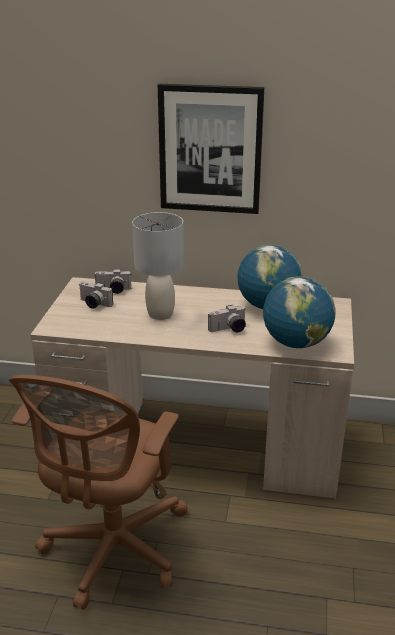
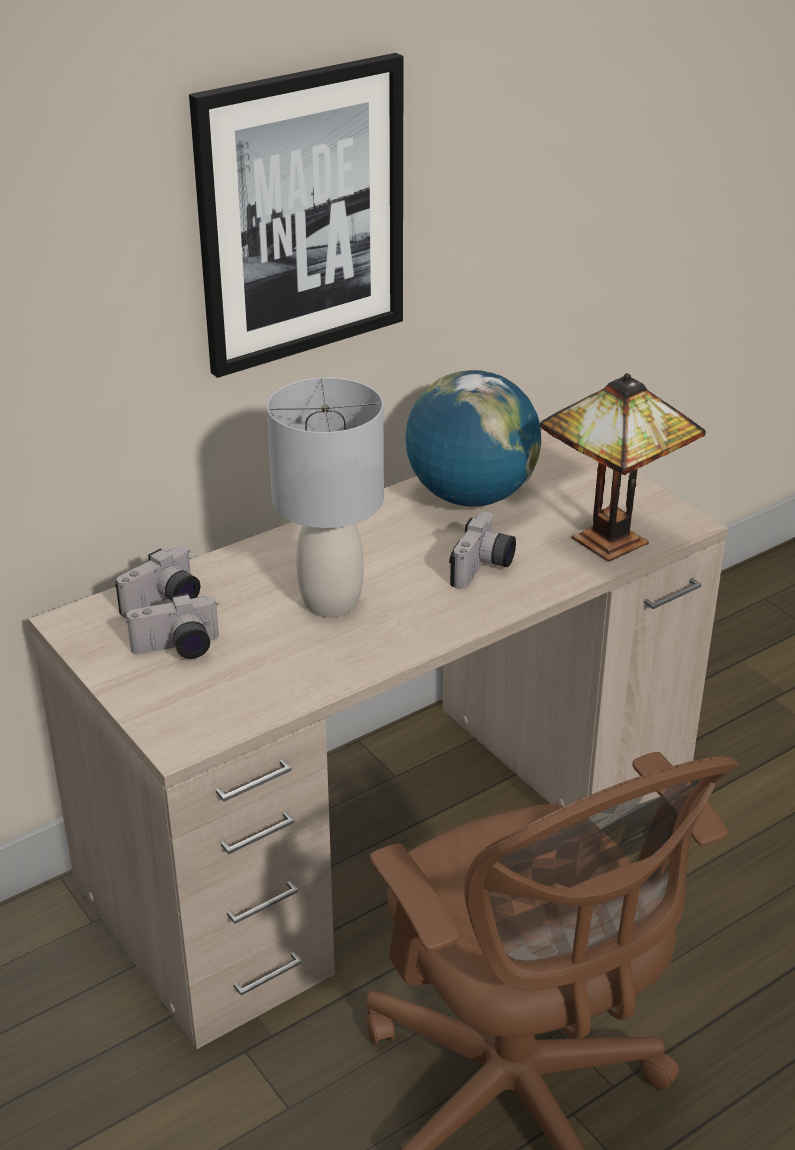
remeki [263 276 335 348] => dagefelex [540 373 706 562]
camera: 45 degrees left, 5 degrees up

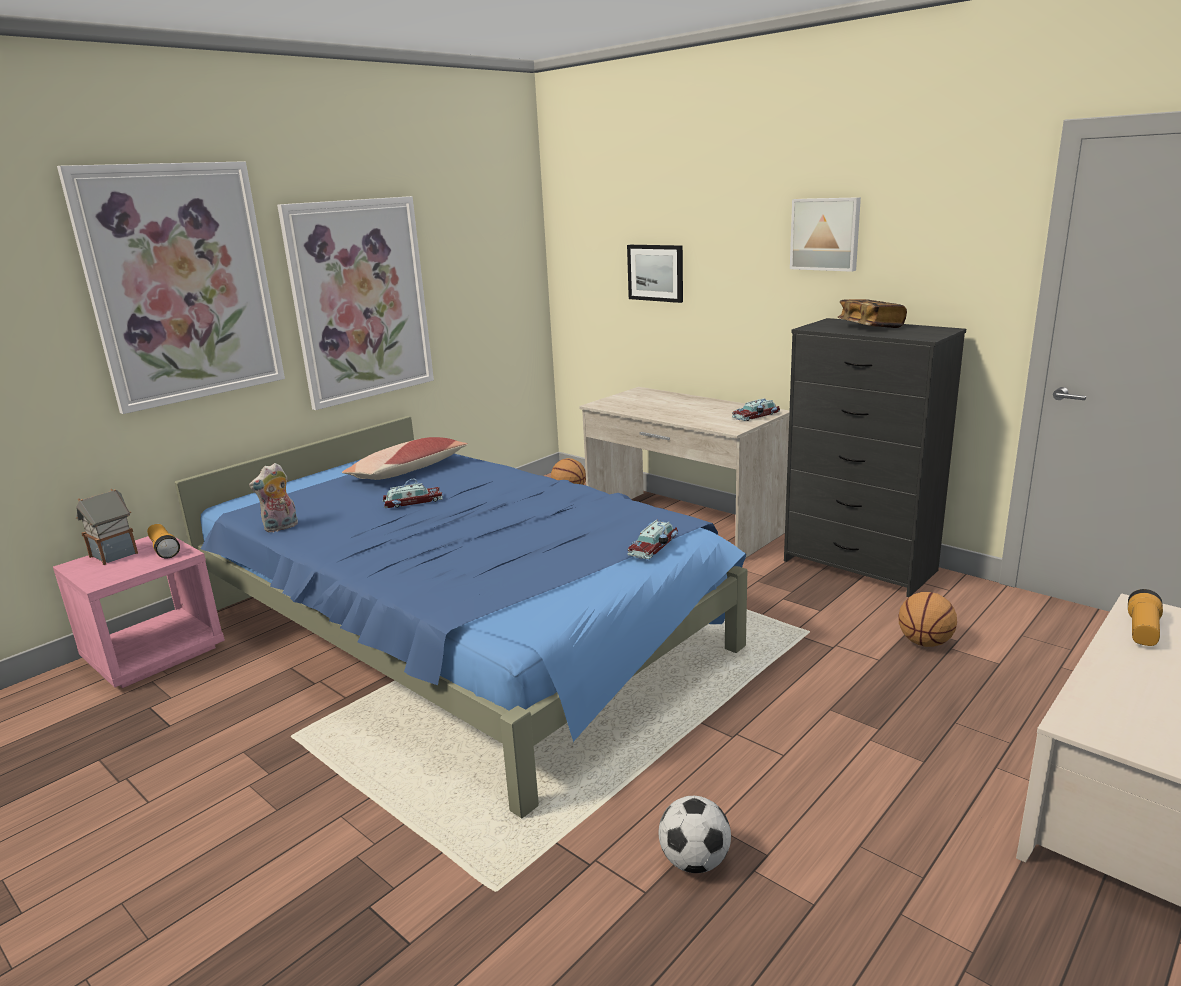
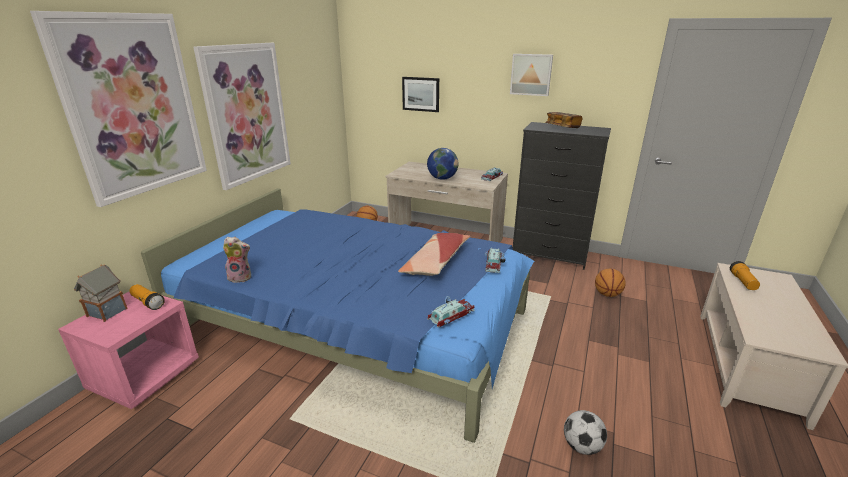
nothing => remeki [427 148 458 180]
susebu [342 437 468 480] => susebu [398 233 470 276], move
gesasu [383 478 443 508] => gesasu [427 296 475 328], move
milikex [249 463 298 532] => milikex [223 237 251 283], 120 degrees counterclockwise
camera: 20 degrees left, 5 degrees up

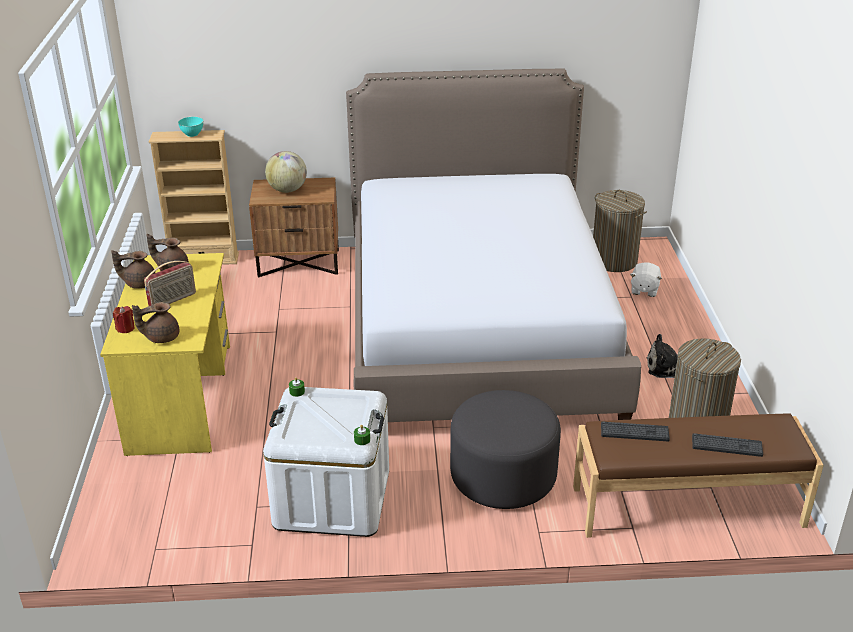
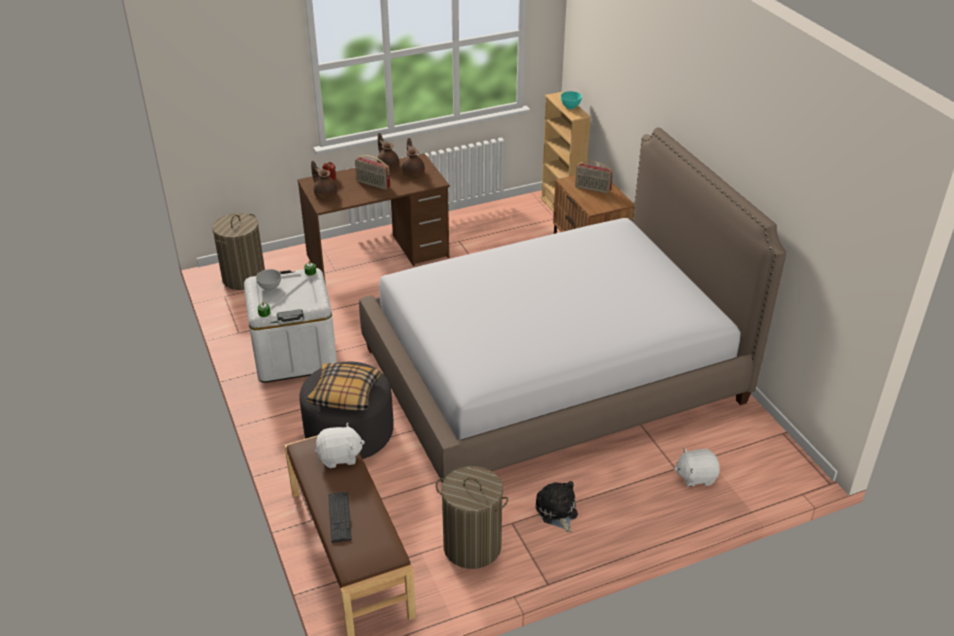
nothing => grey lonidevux [256 269 281 291]
nothing => susebu [307 363 381 410]
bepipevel [593 190 647 272] => bepipevel [212 213 265 290], move
remeki [265 151 307 193] => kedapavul [575 161 613 194]
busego [601 422 670 441] => white milikex [315 423 365 468]
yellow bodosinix [100 253 230 456] => brown bodosinix [297 153 450 284]
camera: 70 degrees right, 5 degrees up

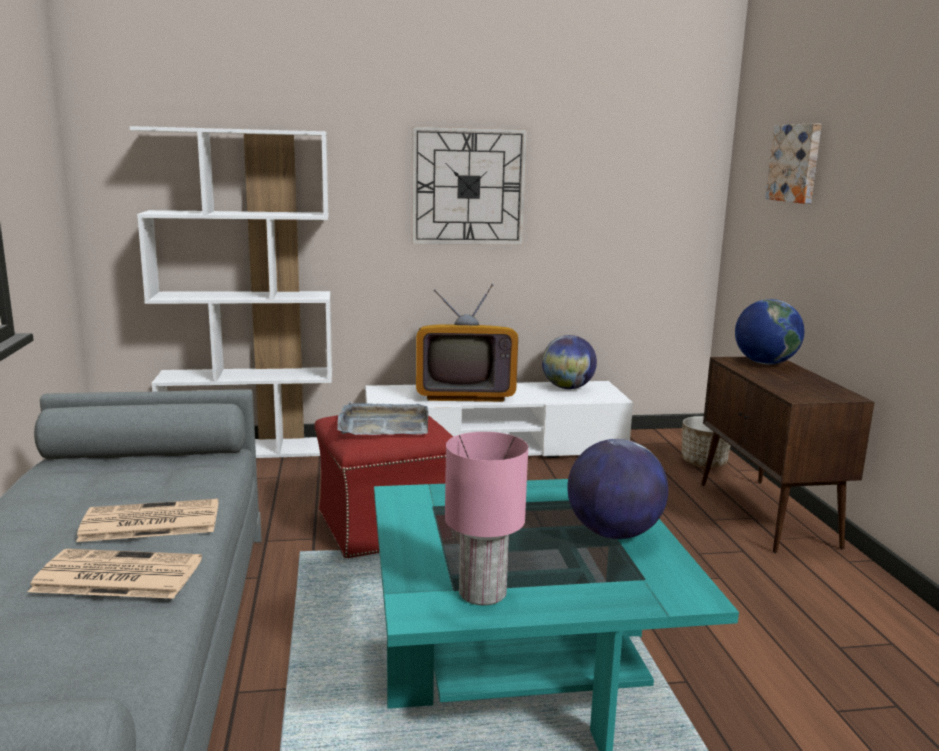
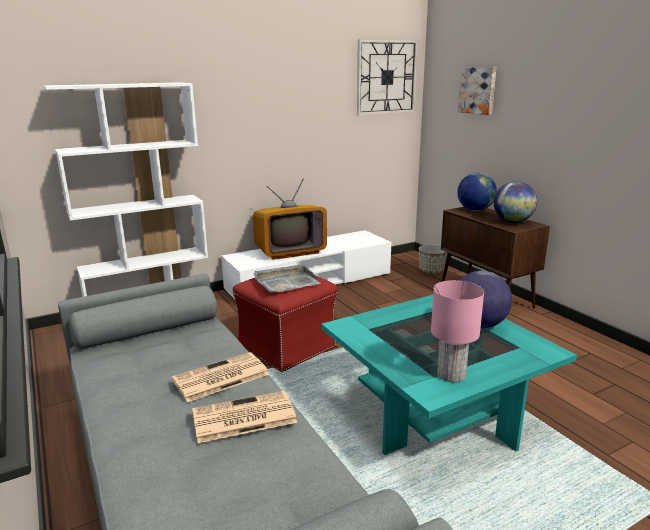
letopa [412 126 527 245] => letopa [357 39 418 115], move
remeki [542 335 597 389] => remeki [494 181 537 223], move
camera: 20 degrees left, 5 degrees up

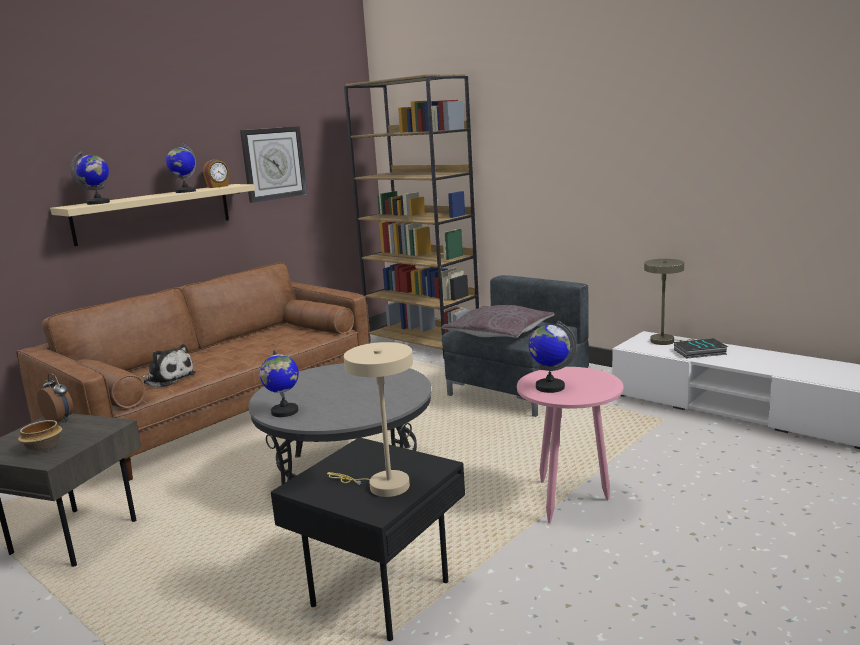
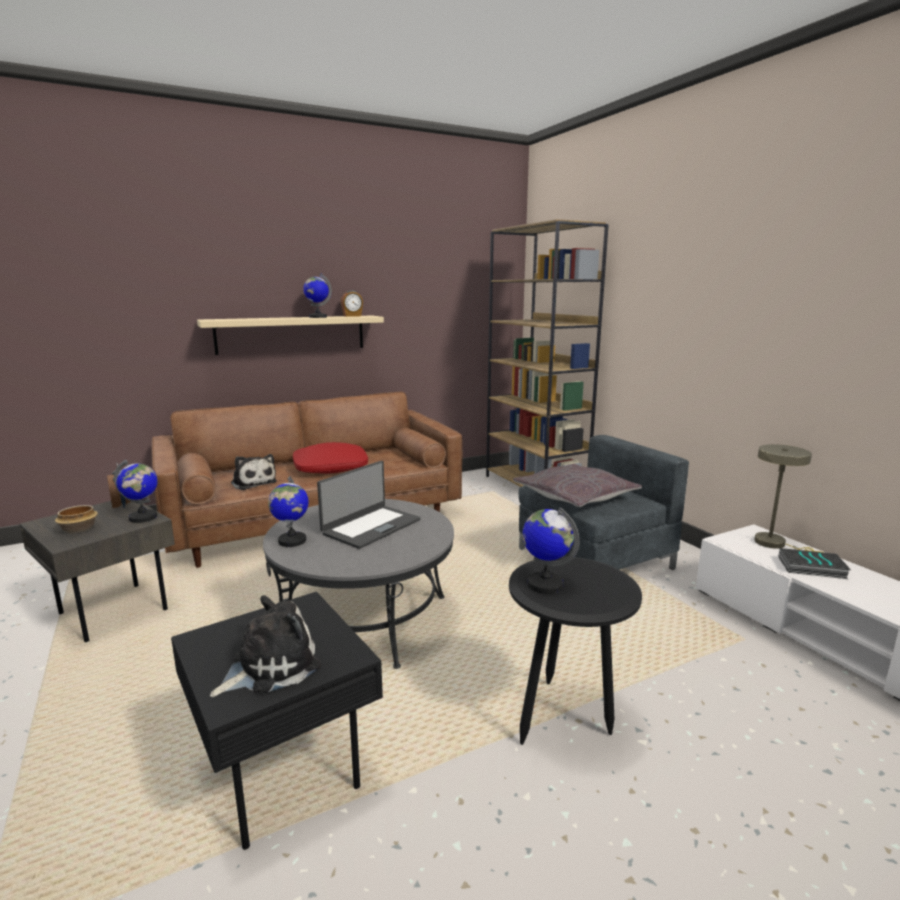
letopa [240 126 307 203] => nothing
nothing => red susebu [293 442 368 474]
nothing => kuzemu [317 461 421 549]
remeki [70 151 110 205] => remeki [114 459 158 523], move
beige dagefelex [327 342 413 497] => milikex [210 595 321 697]
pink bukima [517 367 623 523] => black bukima [509 557 642 745]
camera: 20 degrees right, 0 degrees up

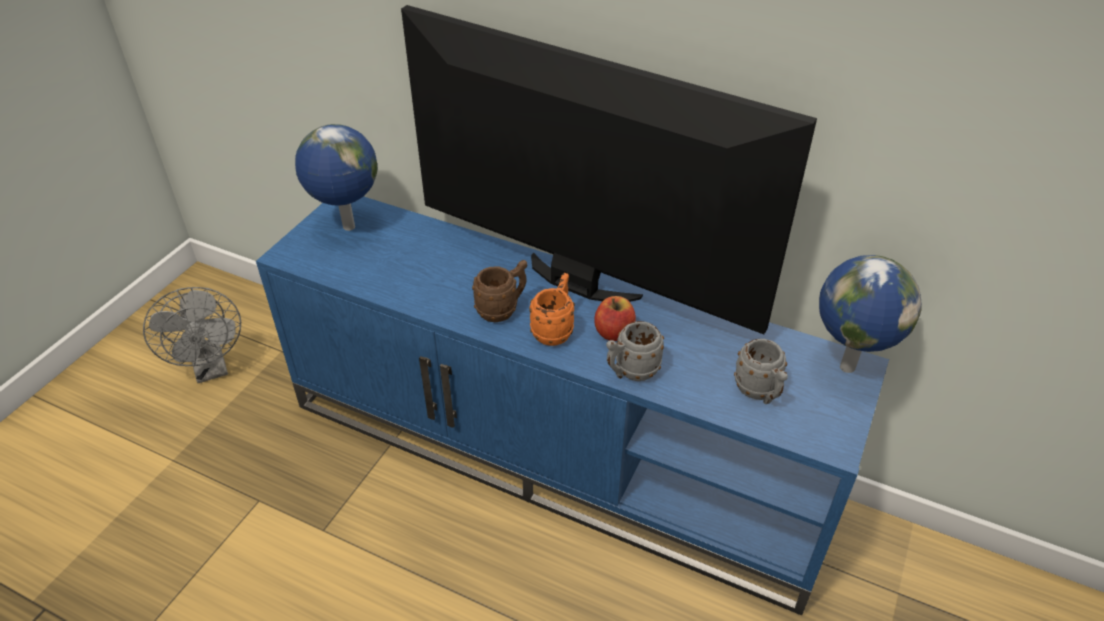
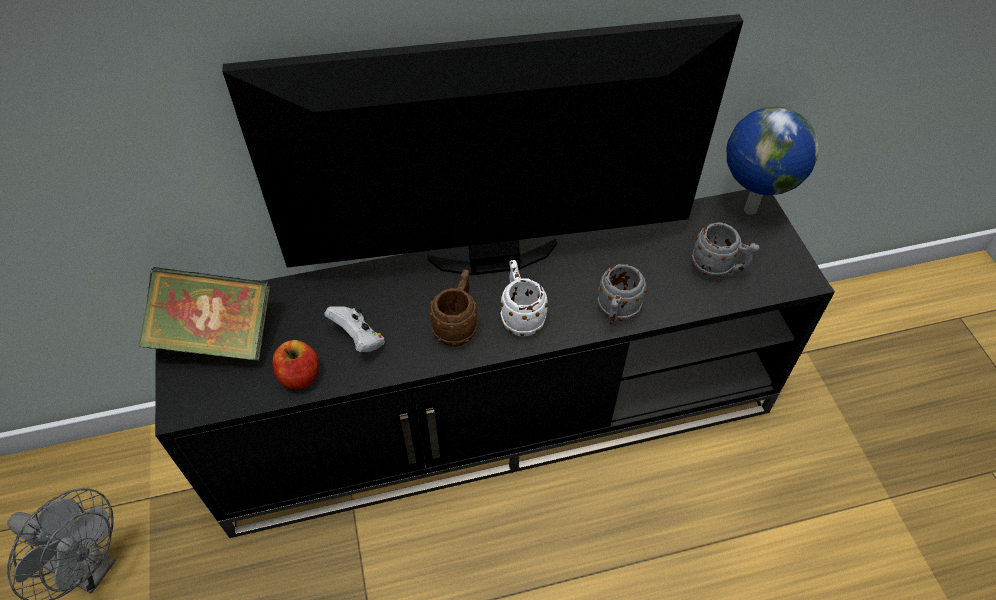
nothing => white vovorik [324 306 385 352]
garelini [594 296 636 341] => garelini [272 340 319 389], move
remeki [295 124 378 231] => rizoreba [139 267 270 361]
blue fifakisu [256 196 889 615] => black fifakisu [155 190 835 538]
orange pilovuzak [530 273 575 346] => white pilovuzak [501 260 548 336]
camera: 40 degrees left, 10 degrees up

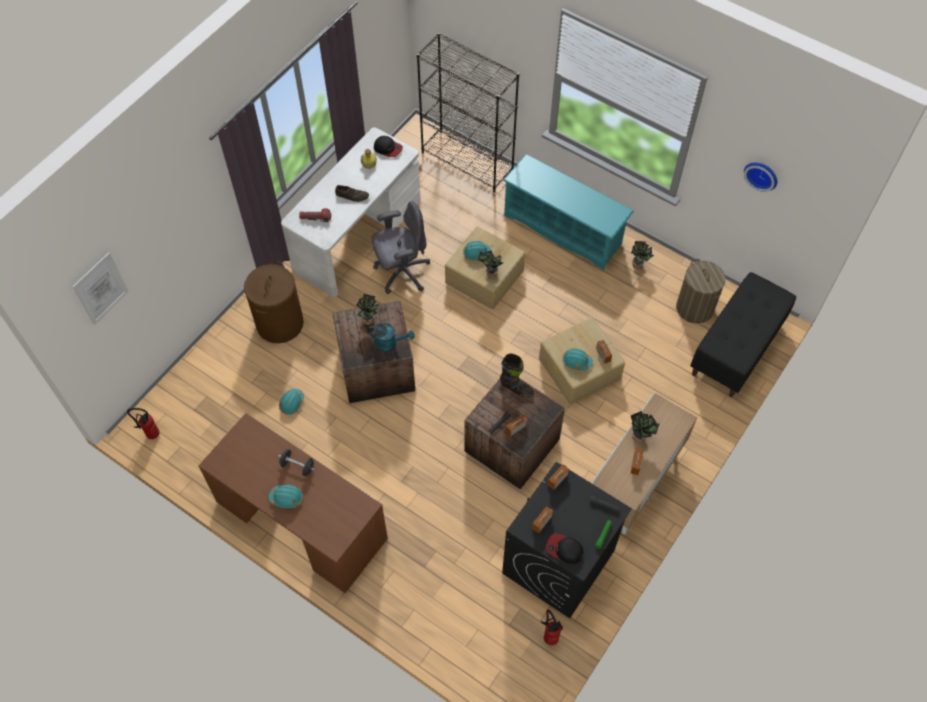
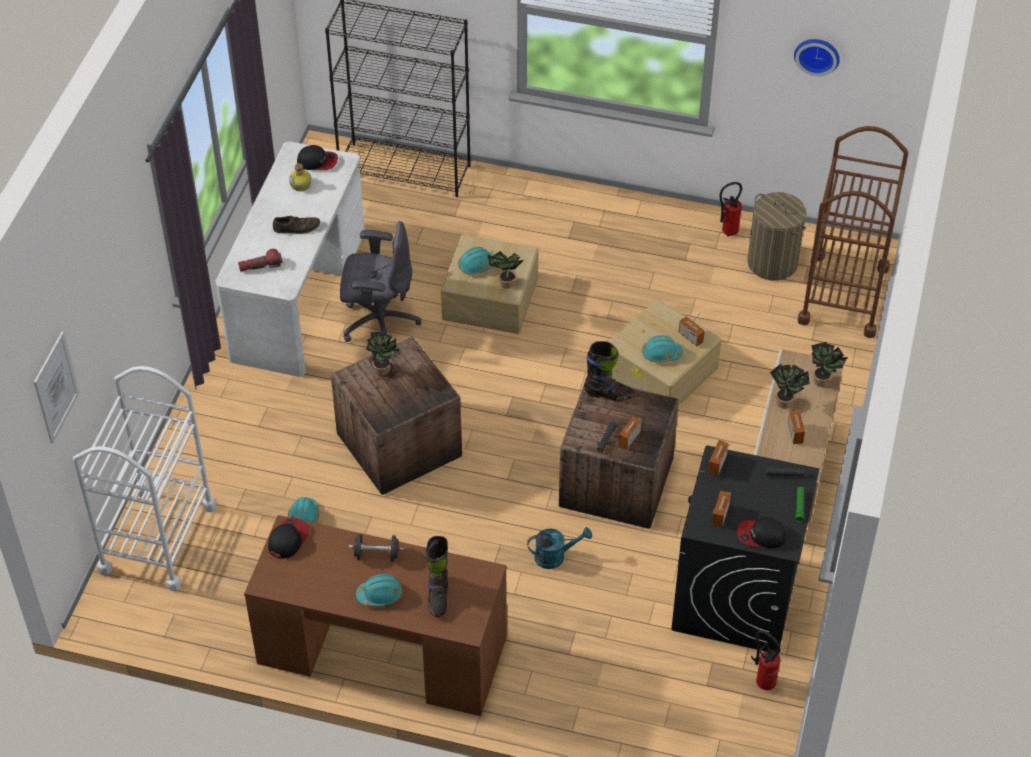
brown bepipevel [244 261 304 343] => nothing
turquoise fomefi [503 154 634 270] => nothing
nothing => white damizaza [73 366 216 591]
nothing => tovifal [268 517 310 559]
nothing => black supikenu [425 536 448 617]
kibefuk [127 408 159 439] => kibefuk [719 182 742 237], move
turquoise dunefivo [368 323 414 352] => turquoise dunefivo [527 527 592 569], move
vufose [631 241 654 269] => vufose [811 342 848 387], move
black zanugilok [690 272 796 397] => brown damizaza [798 126 908 338]
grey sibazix [371 201 430 294] => grey sibazix [340 221 421 342], 45 degrees clockwise
camera: 20 degrees left, 10 degrees down

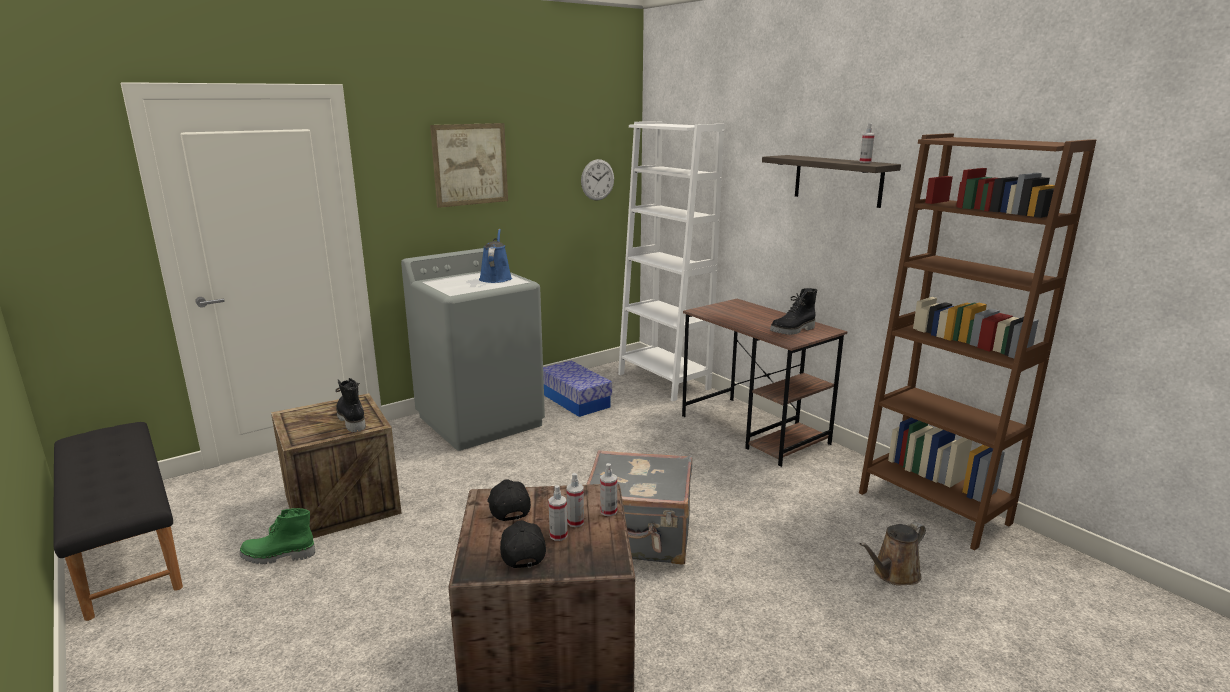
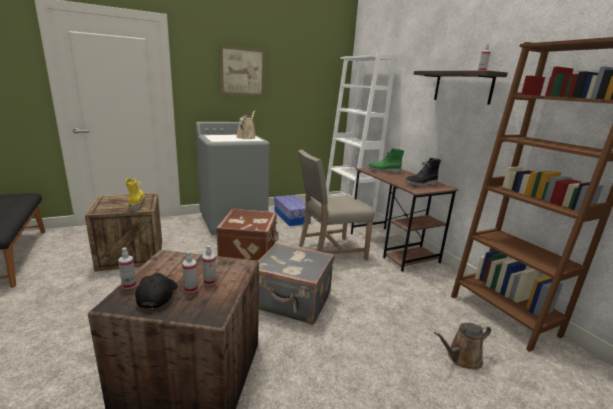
black tovifal [487 479 531 521] => nothing
letopa [581 159 614 201] => nothing
nothing => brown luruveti [216 208 279 261]
nothing => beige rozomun [298 150 375 260]
green supikenu [240 508 315 564] => green supikenu [368 148 404 173], move
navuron [600 463 617 516] => navuron [118 247 136 289], move
black supikenu [335 378 366 432] => yellow supikenu [126 178 145 211]
blue dunefivo [479 229 512 283] => beige dunefivo [236 110 255 139]
camera: 10 degrees right, 0 degrees up

